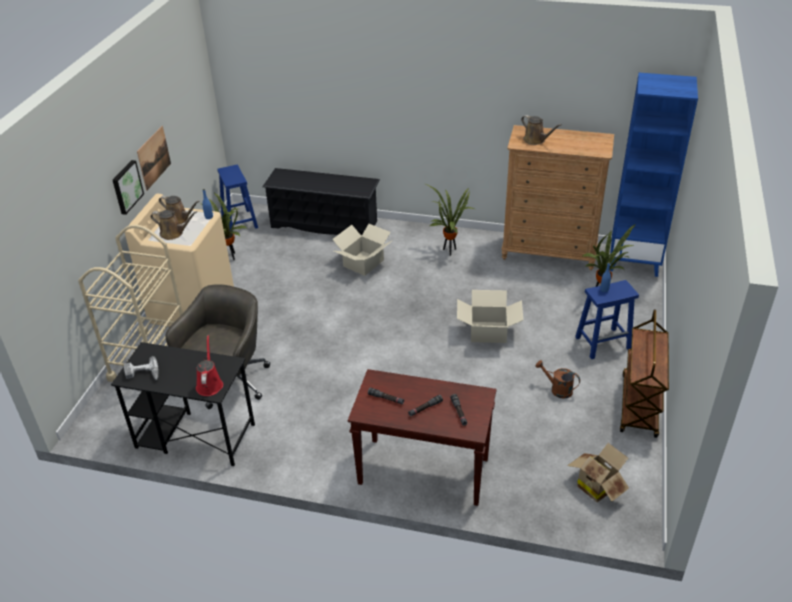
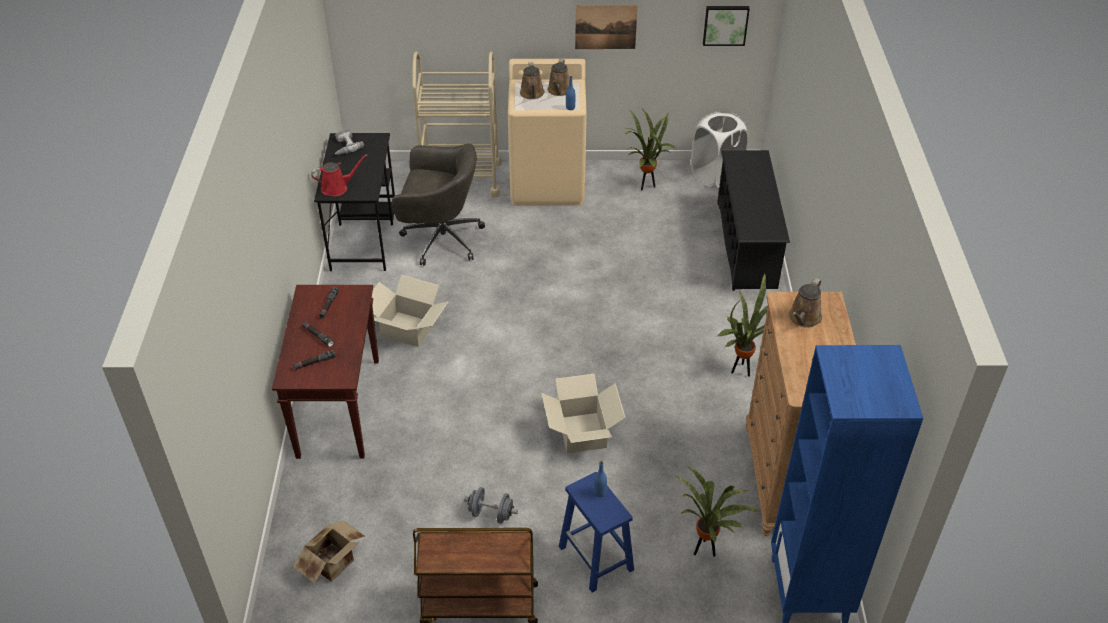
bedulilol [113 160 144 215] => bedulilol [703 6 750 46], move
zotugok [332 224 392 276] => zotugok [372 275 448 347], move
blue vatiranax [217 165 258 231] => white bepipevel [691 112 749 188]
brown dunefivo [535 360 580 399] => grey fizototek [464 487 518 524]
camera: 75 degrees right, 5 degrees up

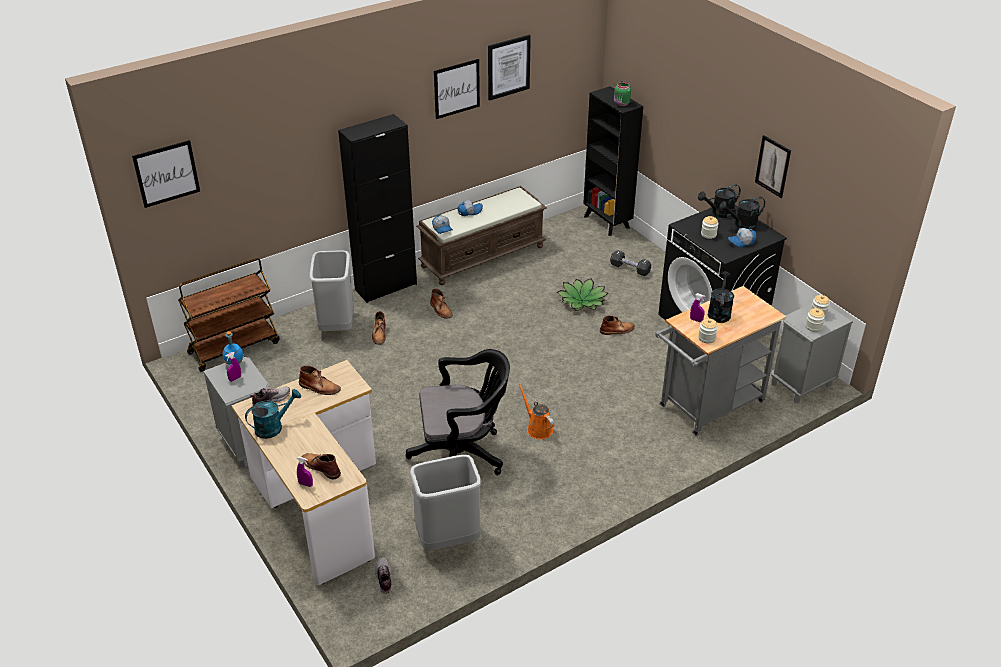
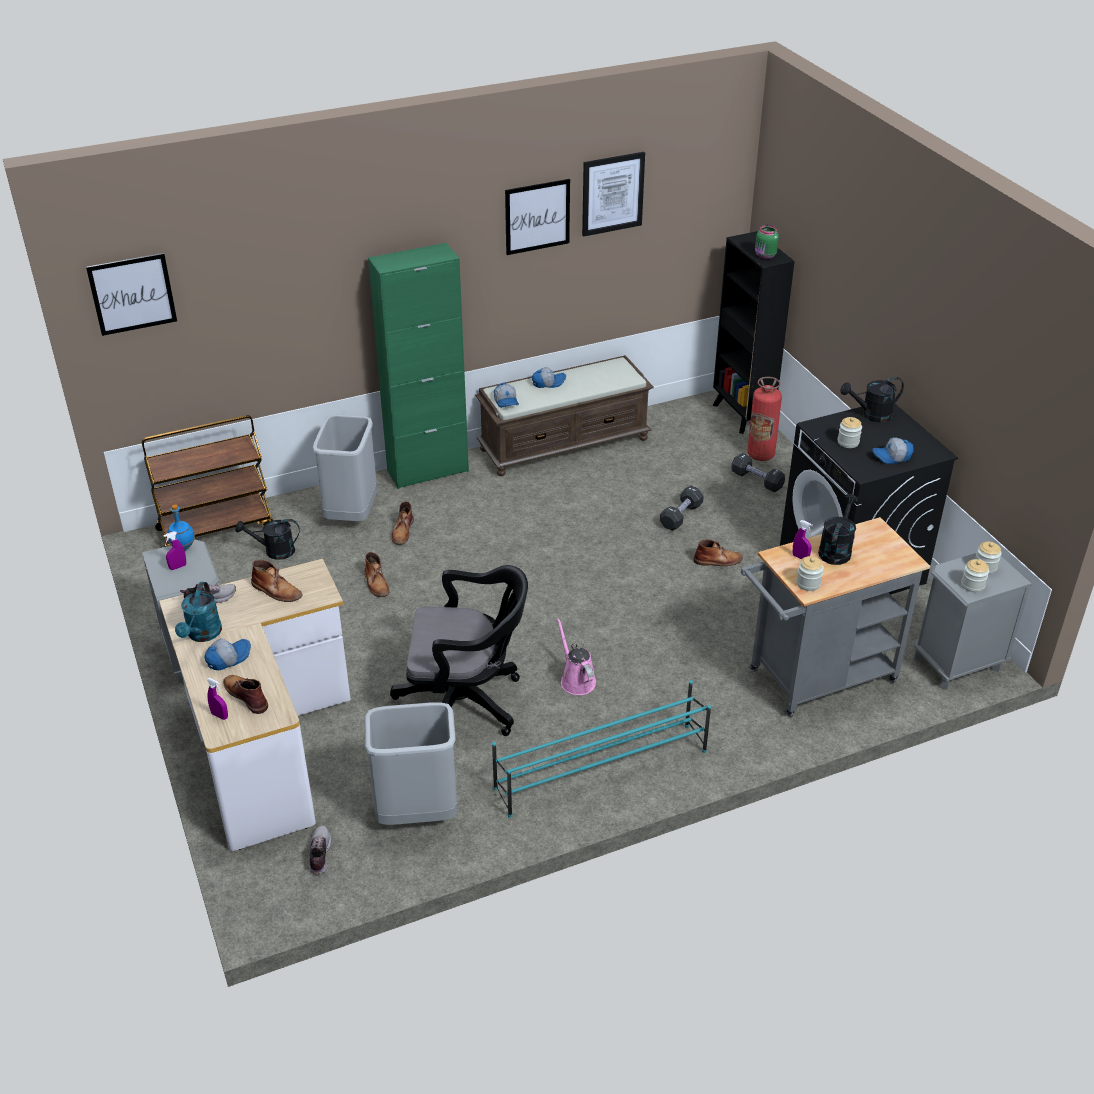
bedulilol [755 135 791 198] => nothing
nothing => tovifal [204 639 251 670]
nothing => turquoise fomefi [492 680 711 818]
nothing => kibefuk [747 377 782 461]
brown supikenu [430 289 453 319] => brown supikenu [365 552 389 597], move
black dunefivo [719 197 765 230] => black dunefivo [235 519 300 560], move
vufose [557 279 608 311] => black fizototek [660 486 704 531]
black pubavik [338 114 417 303] => green pubavik [368 243 469 489]
orange dunefivo [519 384 554 439] => pink dunefivo [557 618 596 695]
turquoise dunefivo [245 389 301 439] => turquoise dunefivo [175 582 222 642], 120 degrees clockwise
camera: 10 degrees right, 0 degrees up

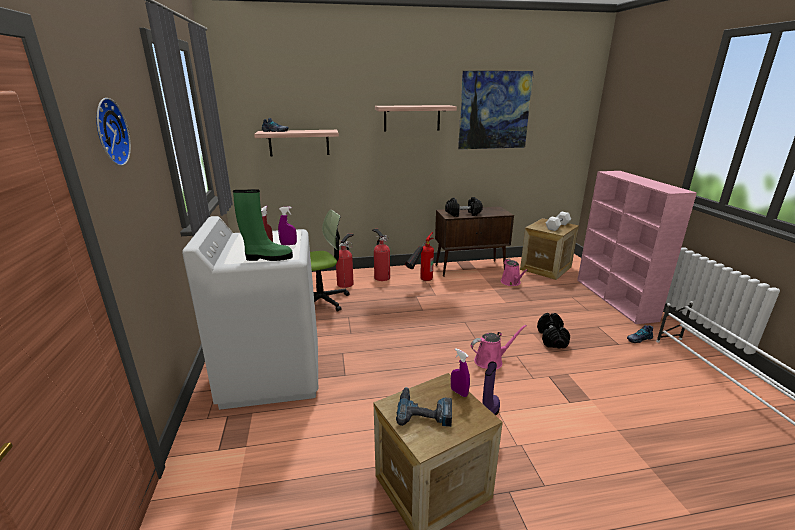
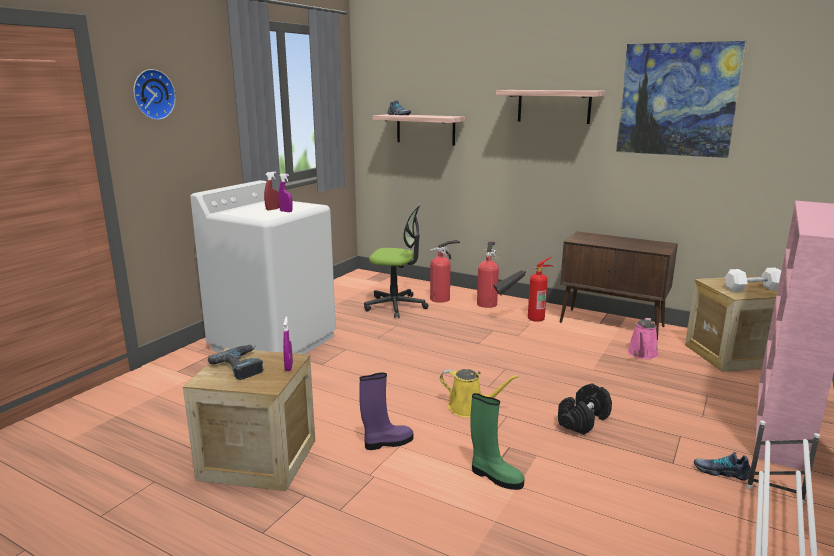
black fizototek [445 197 483 217] => nothing
green supikenu [233 189 293 261] => green supikenu [470 393 525 490], move
pink dunefivo [471 325 527 369] => yellow dunefivo [440 369 519 417]
camera: 40 degrees right, 5 degrees down

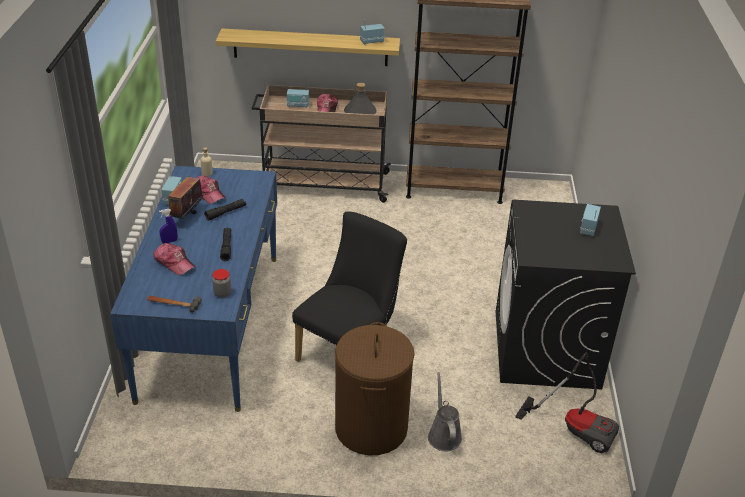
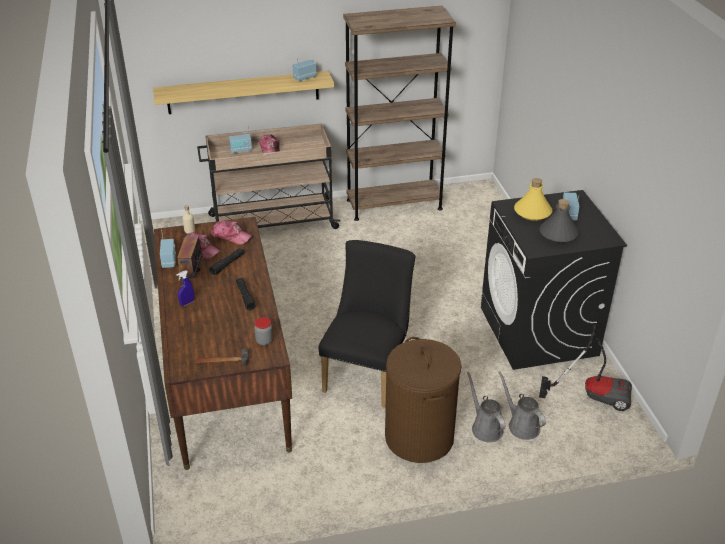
nothing => grey dunefivo [498 372 546 440]
nothing => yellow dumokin [514 178 552 221]
tovifal [153 243 196 275] => tovifal [211 220 253 245], move
grey dumokin [344 83 376 115] => grey dumokin [539 199 579 243], move
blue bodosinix [110 166 277 412] => brown bodosinix [154 217 292 470]
camera: 15 degrees left, 0 degrees up

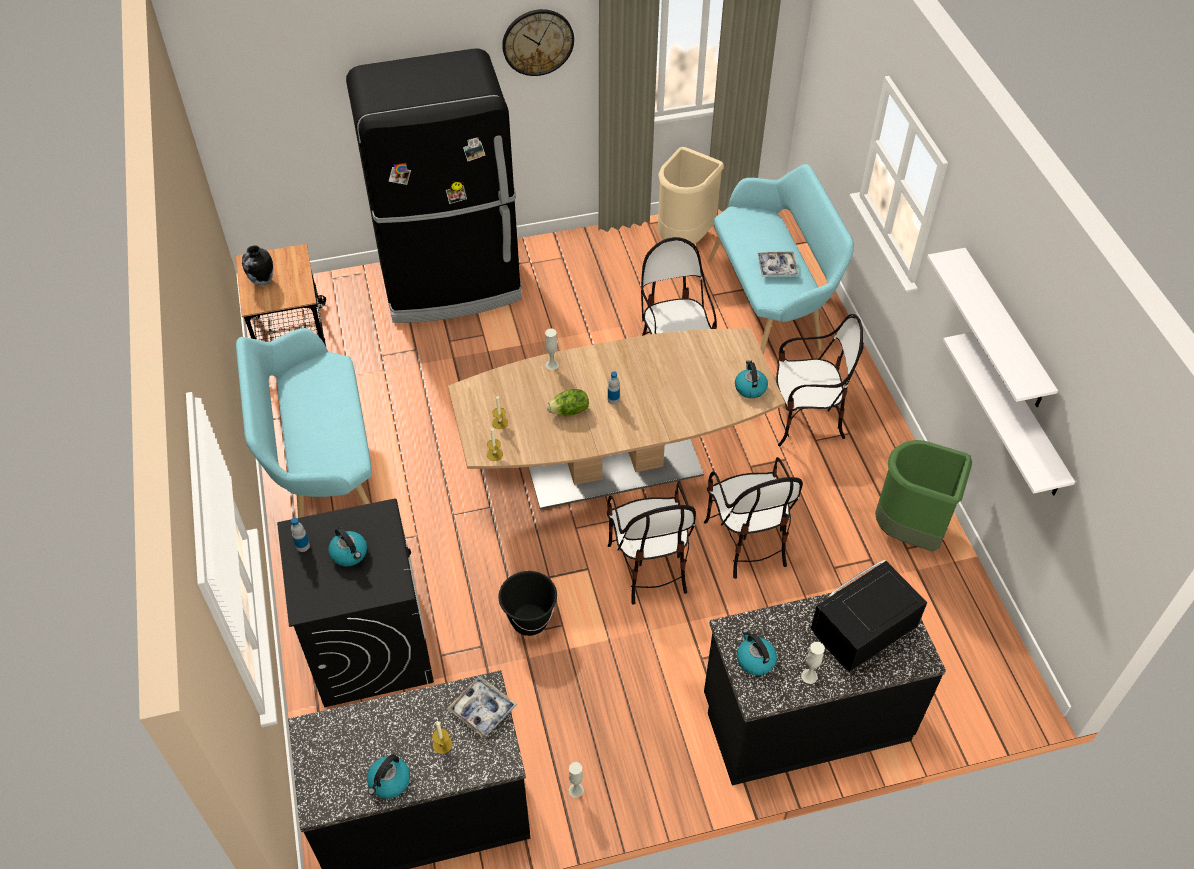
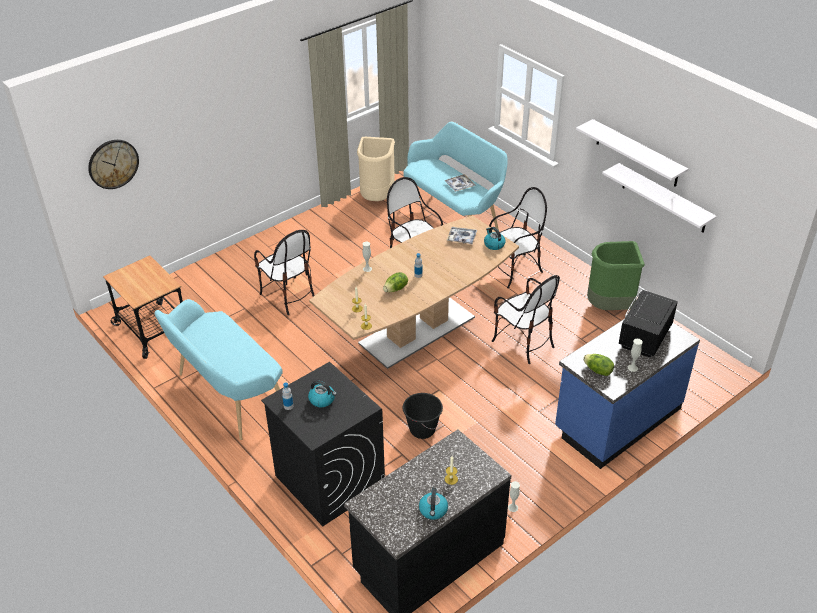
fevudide [242 245 273 286] => nothing
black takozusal [346 49 522 323] => nothing
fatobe [447 677 517 739] => fatobe [446 227 477 245], move
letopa [502 9 574 76] => letopa [88 140 139 189], move
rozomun [607 483 696 605] => rozomun [254 230 315 315], move
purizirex [737 629 777 675] => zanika [583 354 614 376]
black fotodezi [704 591 946 786] => blue fotodezi [555 319 700 469]
camera: 25 degrees left, 10 degrees down

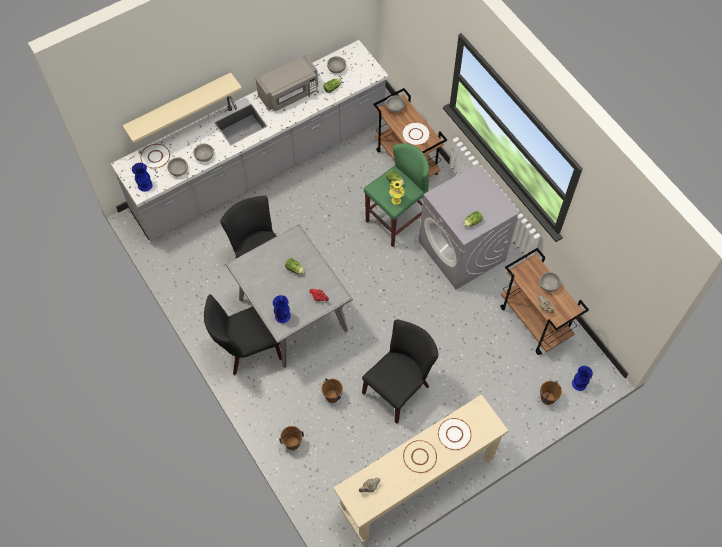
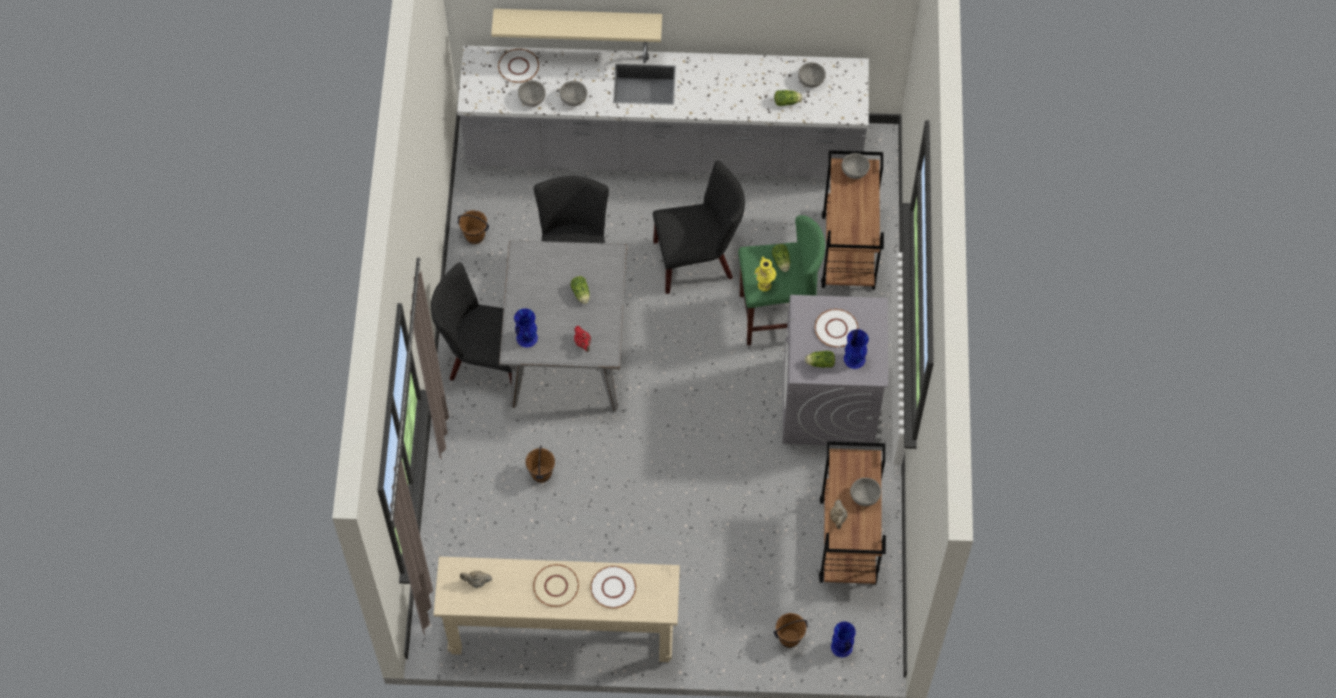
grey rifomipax [255 55 318 112] => nothing
blue fevudide [132 163 153 192] => blue fevudide [844 329 869 369], move
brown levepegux [279 426 304 450] => brown levepegux [458 210 489 244], move
black rozomun [362 319 439 424] => black rozomun [653 160 745 294], move
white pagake [402 122 430 146] => white pagake [815 309 858 347], move
camera: 35 degrees right, 0 degrees up

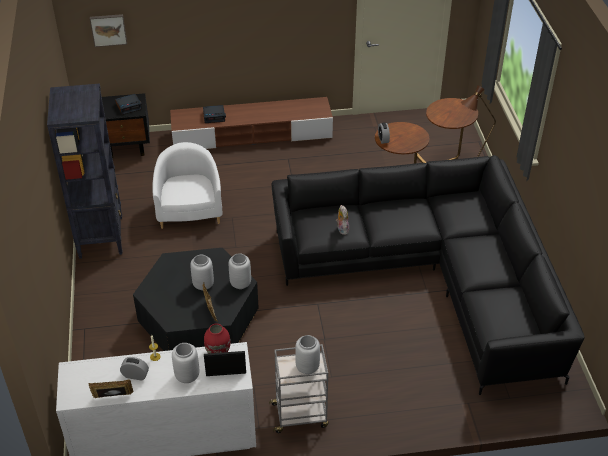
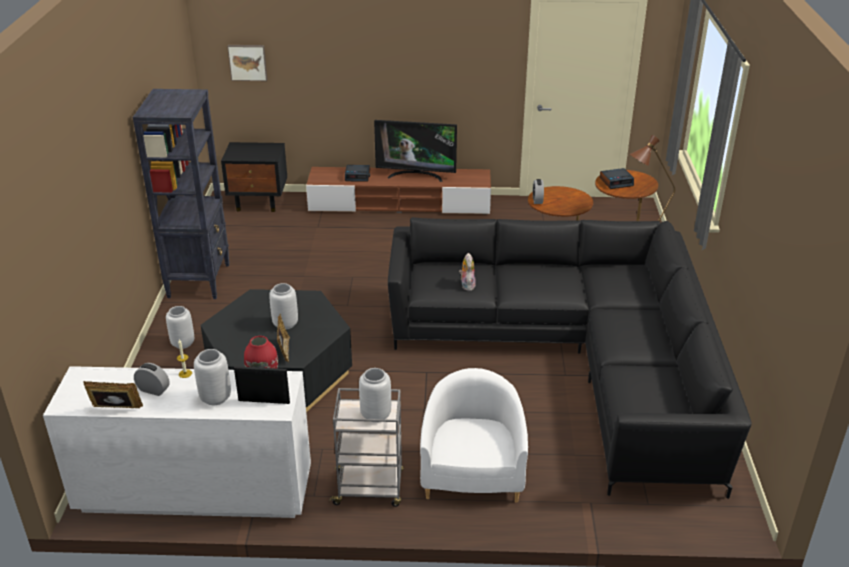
nothing => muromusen [374 120 457 182]
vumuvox [115 94 142 115] => vumuvox [600 168 634 189], move
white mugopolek [152 142 222 229] => white mugopolek [420 368 528 503], move
grey fevudide [229 253 251 289] => grey fevudide [166 306 194 349], move
camera: 10 degrees right, 10 degrees down

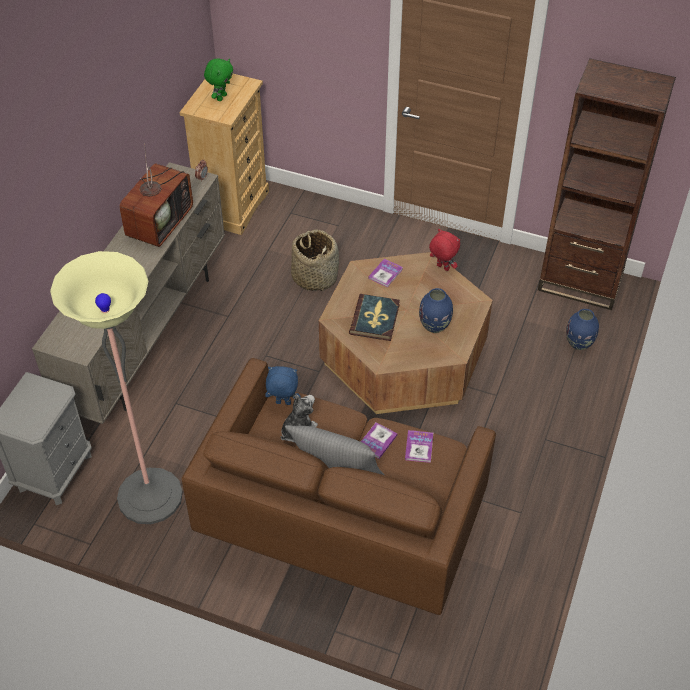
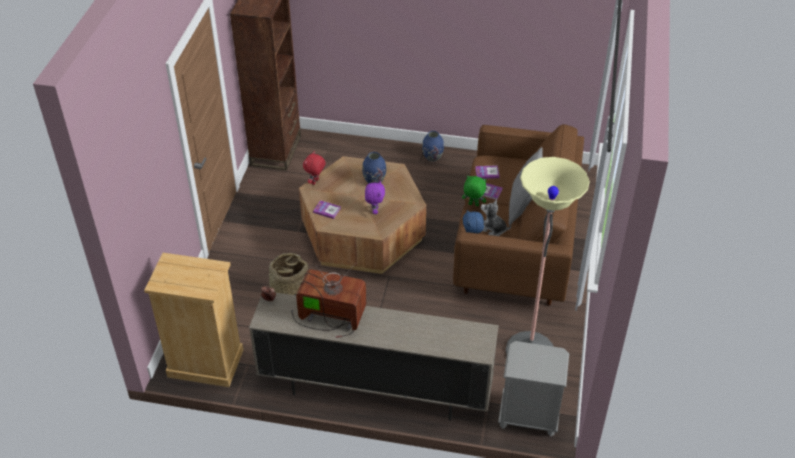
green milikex [204 59 233 101] => green milikex [462 176 486 206], move
blue fevudide [566 309 599 350] => blue fevudide [422 131 444 162], move
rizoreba [349 294 400 341] => purple milikex [365 181 385 214]
camera: 100 degrees left, 5 degrees down

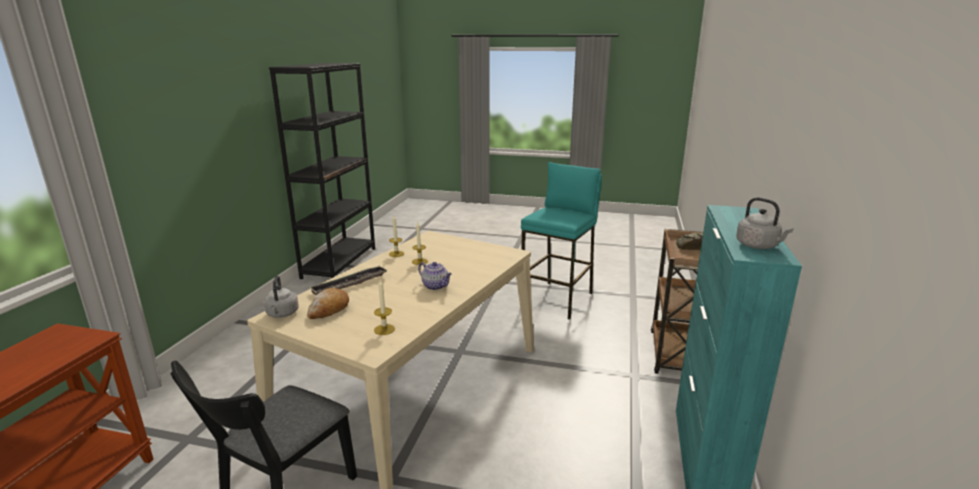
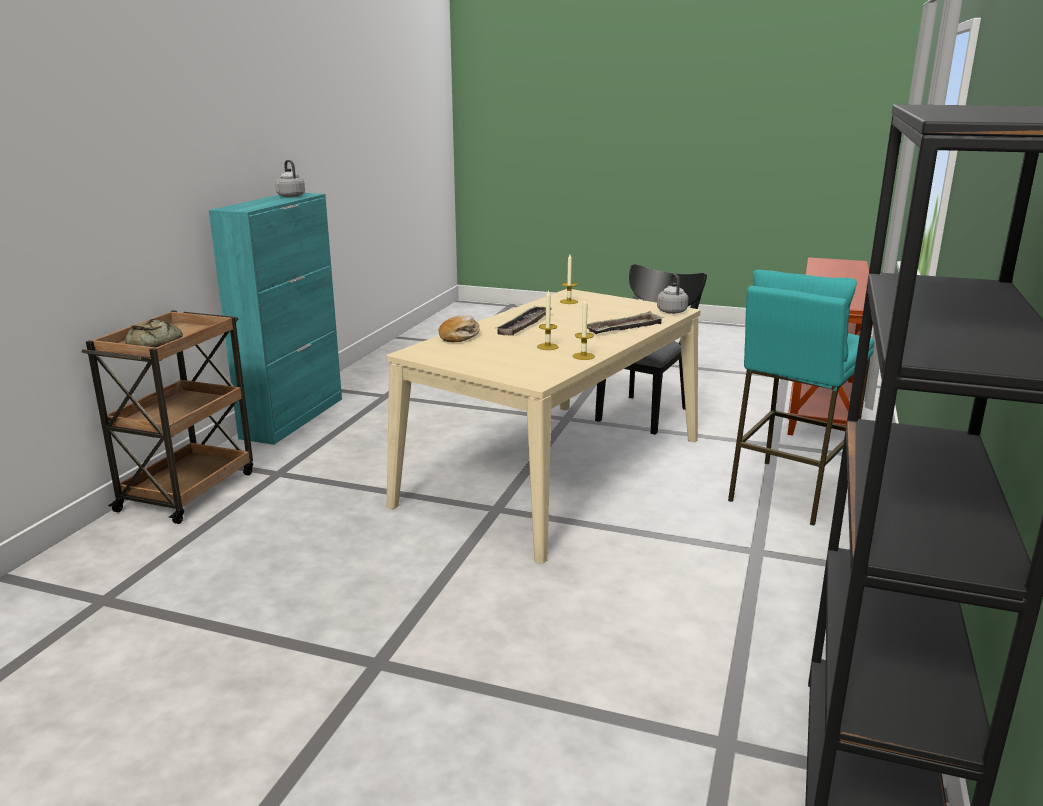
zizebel [307 288 349 319] => zizebel [438 315 480 342], move
turquoise vatiranax [521 162 602 320] => turquoise vatiranax [728 270 874 526], move
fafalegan [418 262 452 290] => fatobe [496 306 553 336]
camera: 175 degrees left, 0 degrees up

